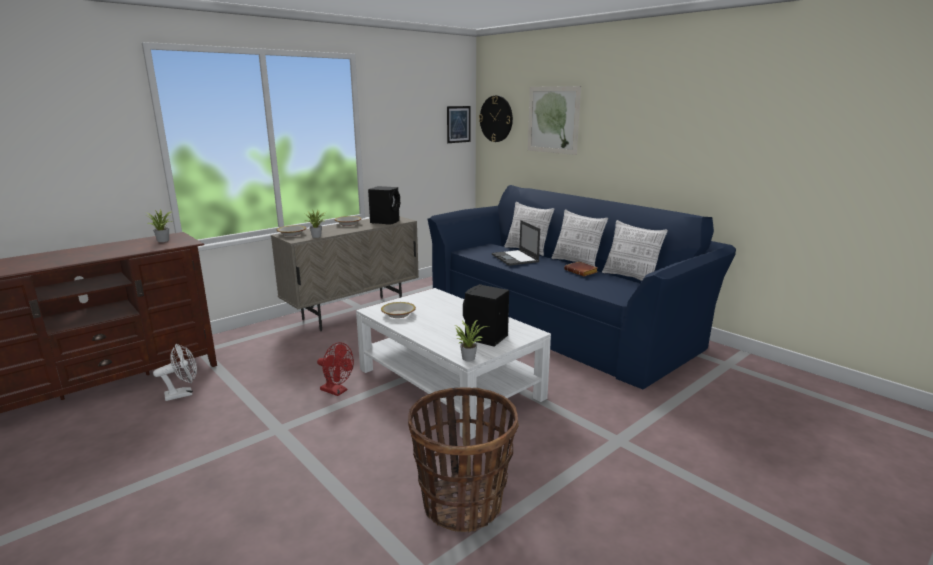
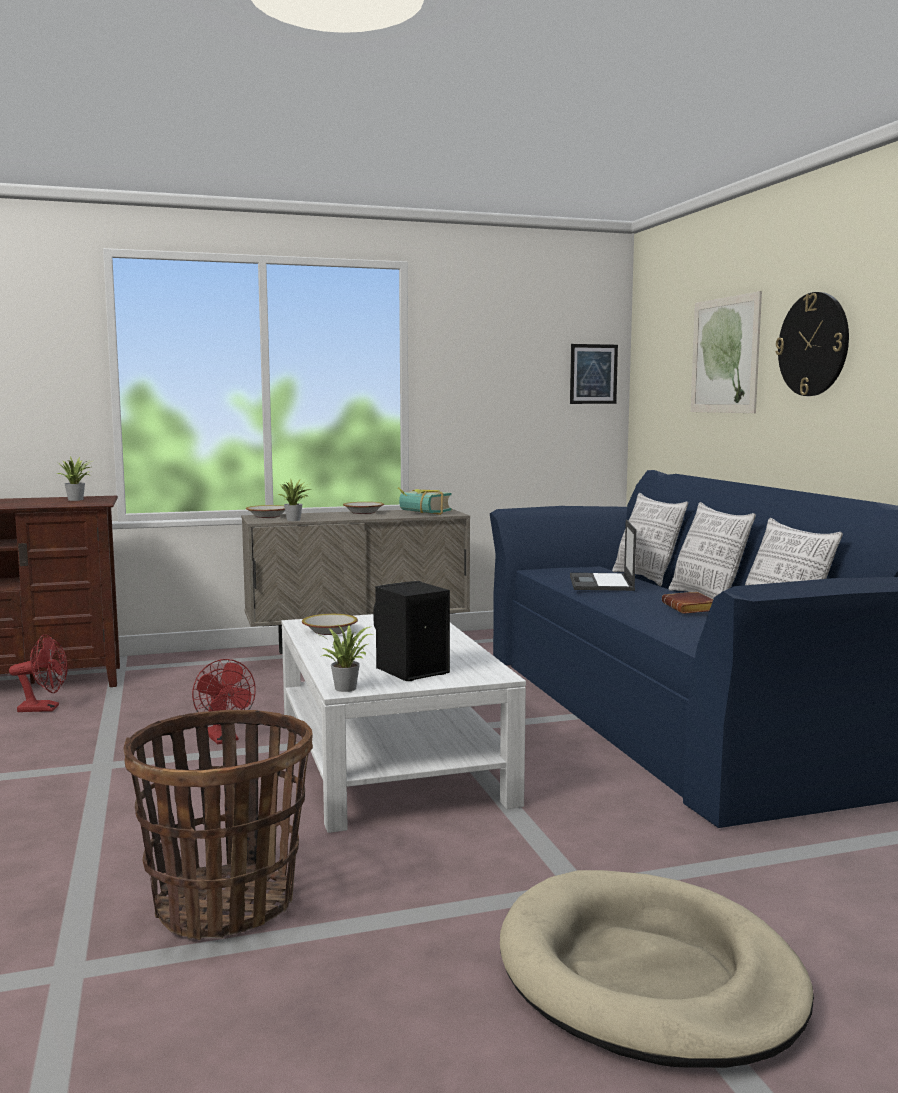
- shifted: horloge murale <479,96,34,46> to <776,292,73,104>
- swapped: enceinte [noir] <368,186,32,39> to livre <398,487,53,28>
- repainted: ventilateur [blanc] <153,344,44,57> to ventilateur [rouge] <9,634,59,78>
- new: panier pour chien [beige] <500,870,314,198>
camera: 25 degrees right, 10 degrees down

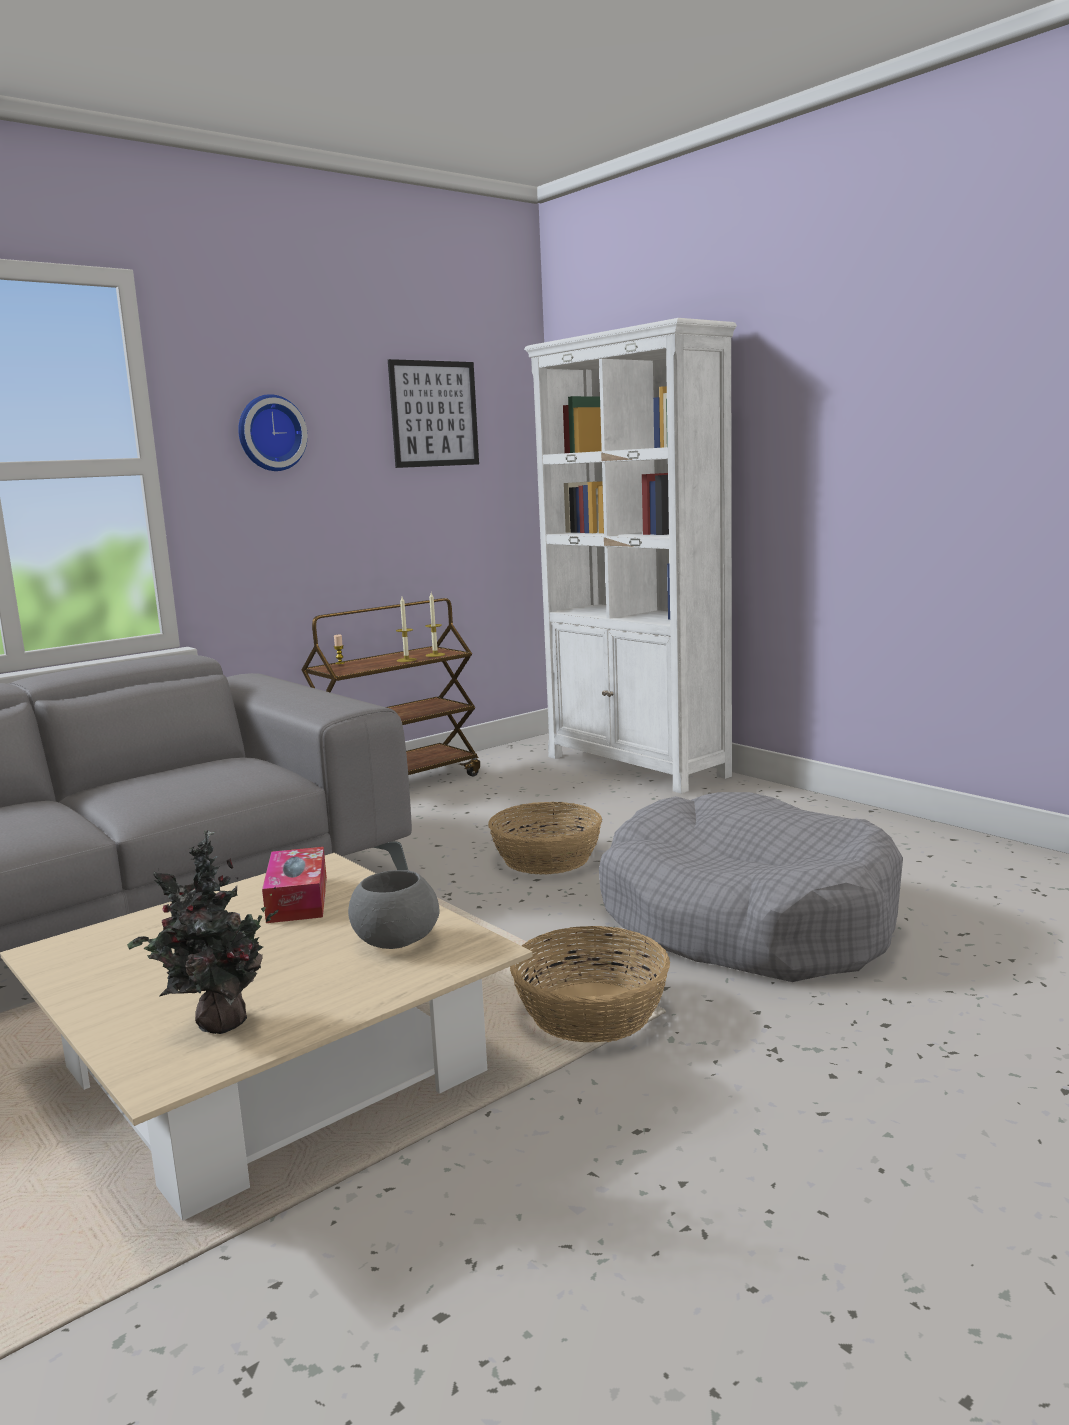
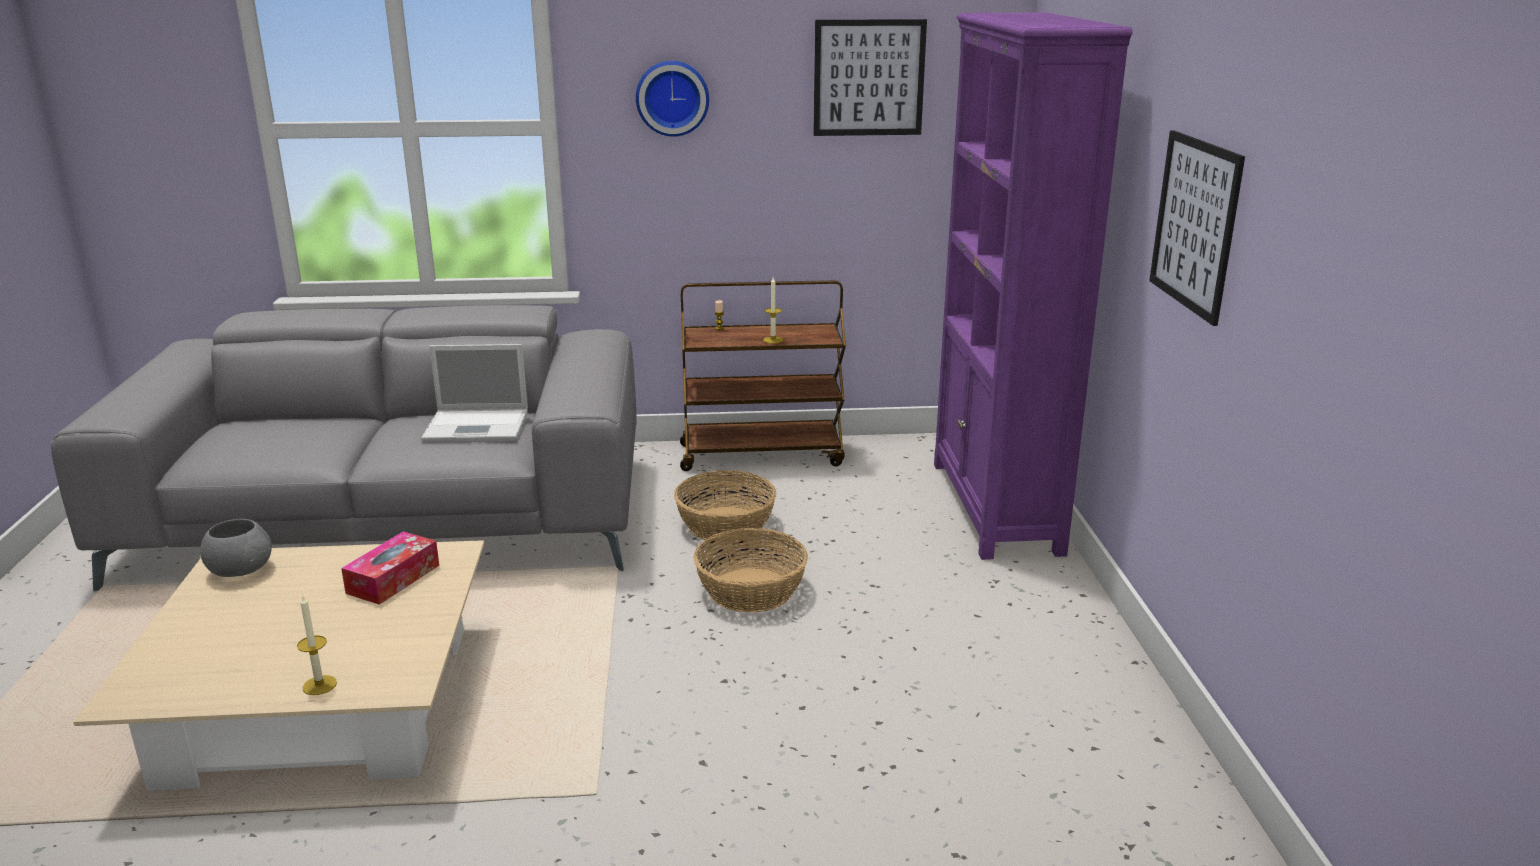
- repainted: bibliothèque [blanc] <524,318,213,476> to bibliothèque [violet] <934,13,199,547>
- shifted: bougie <425,593,20,64> to <297,596,40,99>
- gone: panier pour chien [gris] <599,792,304,190>
- gone: plante en pot <127,830,152,204>
- shifted: bol [gris] <348,870,92,79> to <200,519,72,58>
- shifted: panier <510,926,160,116> to <674,470,102,73>
- new: tableau <1149,130,96,196>
- new: ordinateur portable <421,344,107,98>
camera: 35 degrees right, 10 degrees up

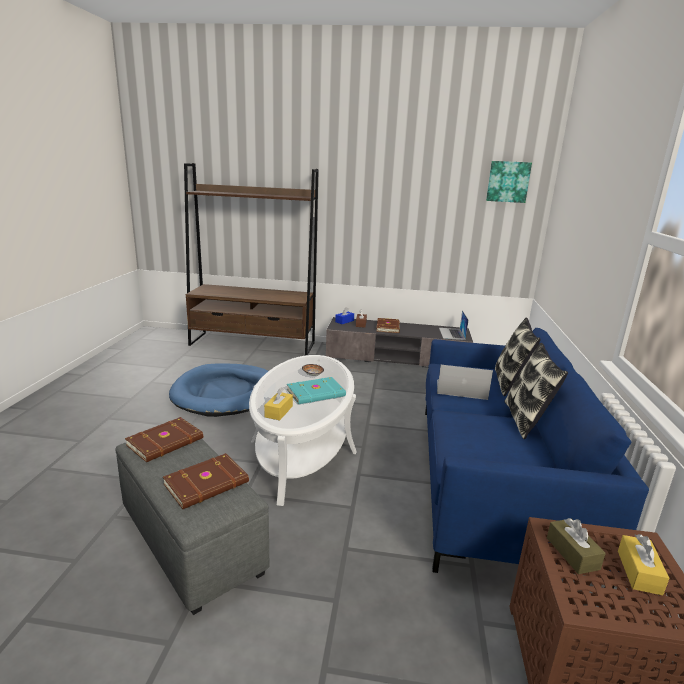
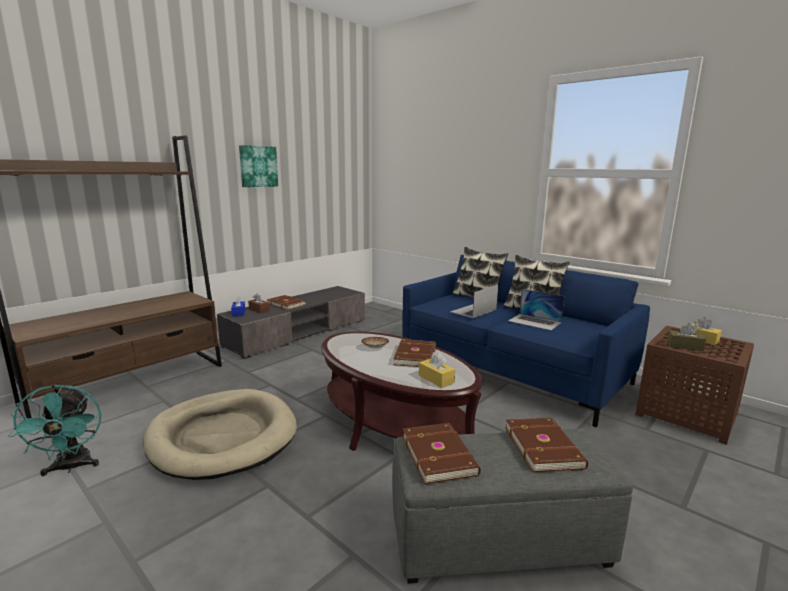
- shifted: tableau <486,161,46,42> to <239,145,39,42>
- shifted: ordinateur portable <439,310,29,30> to <509,289,55,41>
- repainted: table basse [blanc] <249,355,108,151> to table basse [marron] <321,332,162,119>
- repainted: panier pour chien [bleu] <169,363,99,54> to panier pour chien [beige] <143,389,154,91>
- repainted: livre [turquoise] <287,377,59,27> to livre [marron] <393,339,43,28>
- new: ventilateur [turquoise] <9,384,92,92>
camera: 55 degrees left, 5 degrees down

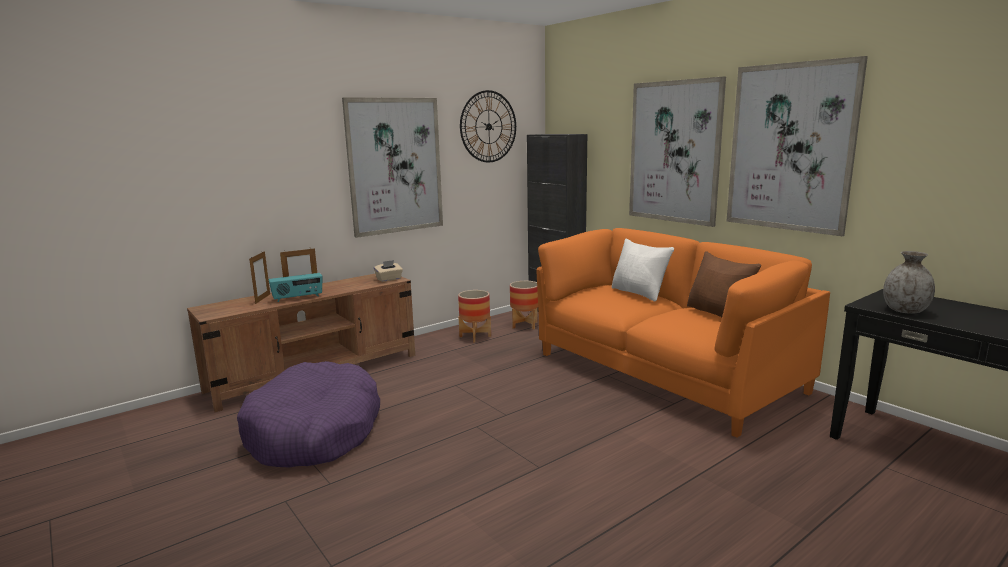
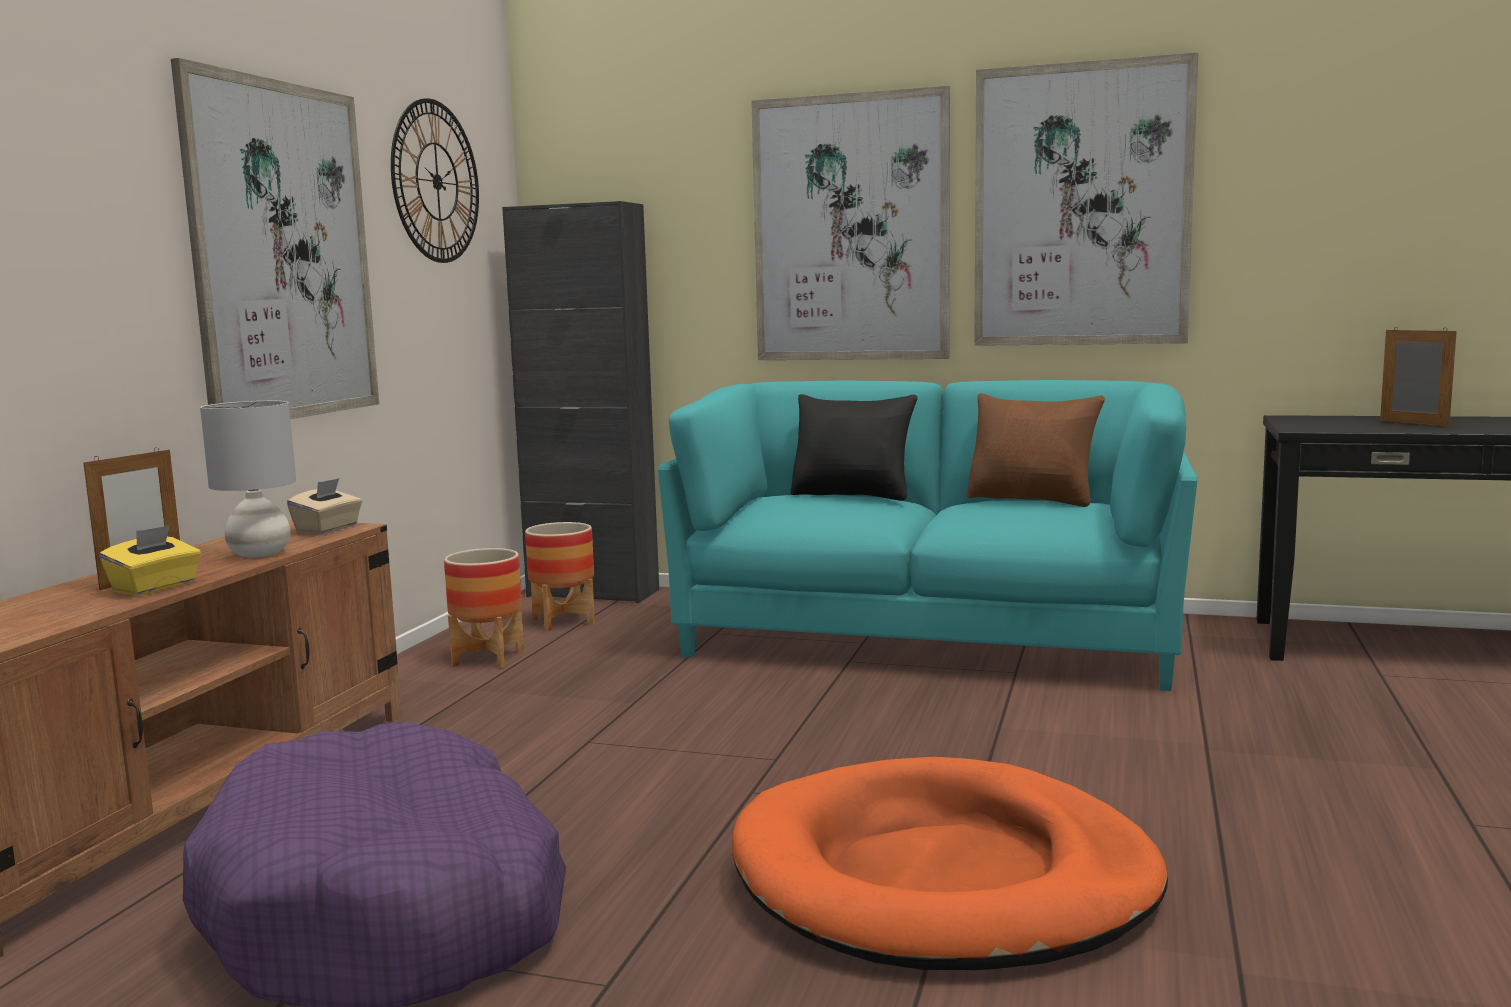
- repainted: canapé [orange] <536,228,294,210> to canapé [turquoise] <658,380,539,311>
- repainted: coussin [blanc] <612,238,62,63> to coussin [noir] <791,394,126,107>
- shifted: cadre photo <249,251,21,53> to <1380,327,77,100>
- gone: vase [gris] <883,251,52,63>
- swapped: radio <269,273,53,29> to boîte à mouchoirs [jaune] <99,525,102,71>
- new: lampe de table [gris] <200,401,96,157>
- new: panier pour chien [orange] <732,757,436,213>
camera: 35 degrees left, 5 degrees down

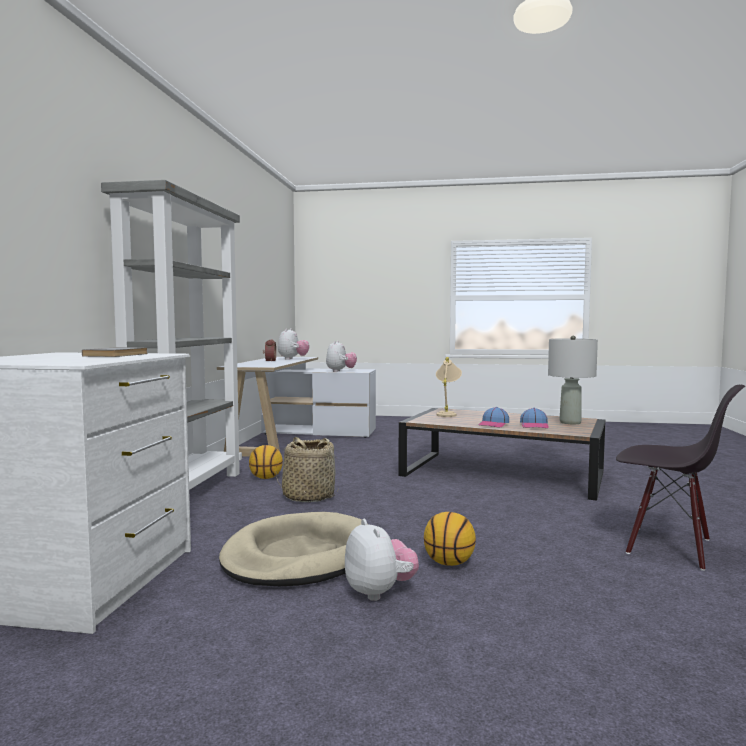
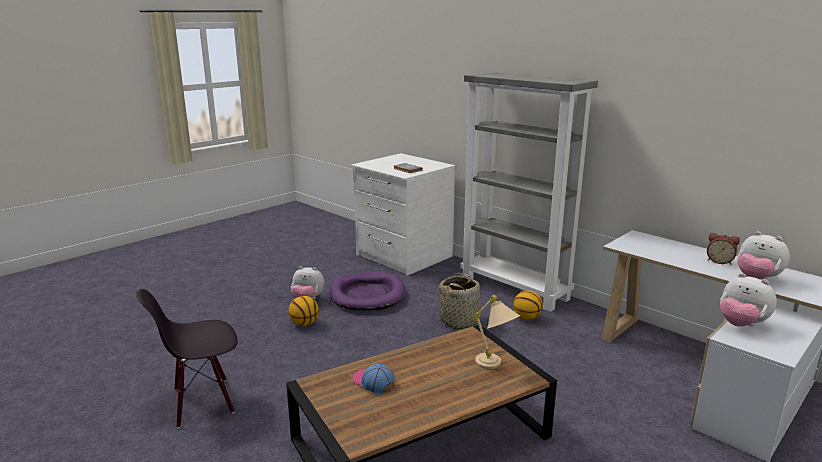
- gone: lampe de table [gris] <548,336,50,88>
- gone: casquette <478,407,31,20>
- repainted: panier pour chien [beige] <219,512,143,74> to panier pour chien [violet] <329,272,77,39>
camera: 125 degrees right, 15 degrees up

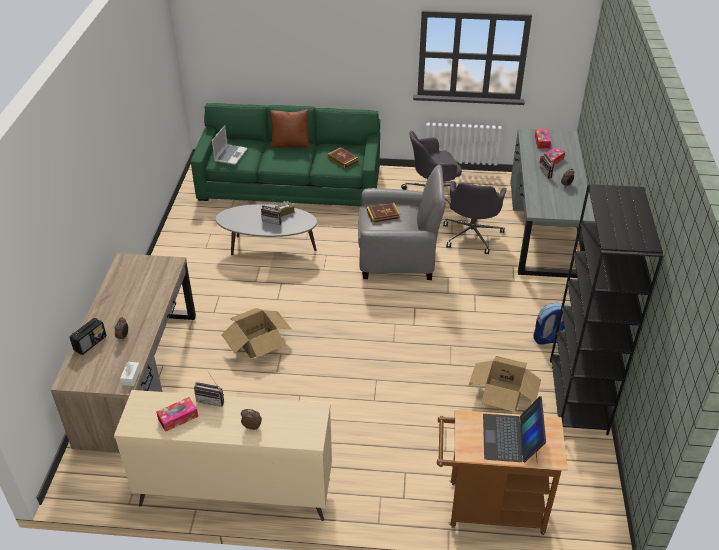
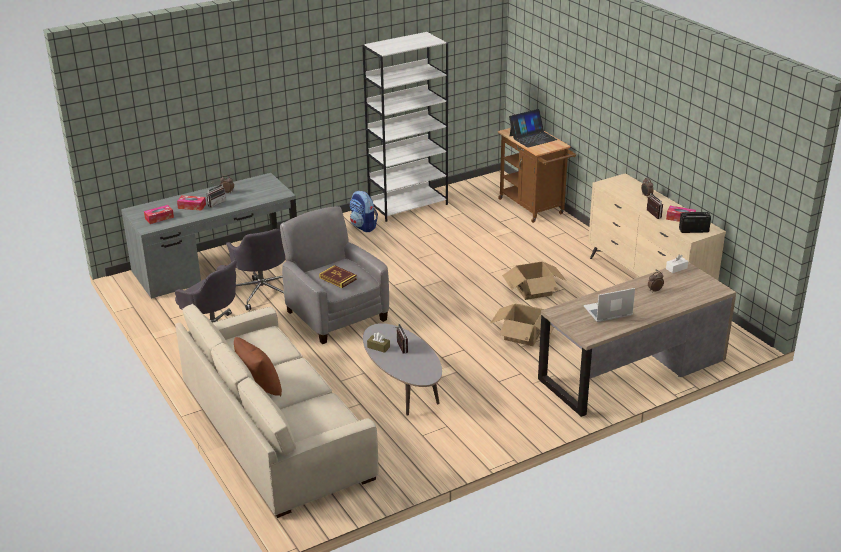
- repainted: canapé [vert] <191,103,189,104> to canapé [beige] <175,304,204,214>
- shifted: ordinateur portable <212,125,36,40> to <584,288,51,34>
- gone: livre <327,147,32,21>
- rotated: chaise de bureau [gris] <443,181,64,73> = <226,229,60,81> 90 degrees clockwise
- repainted: bibliothèque [noir] <550,184,113,251> to bibliothèque [blanc] <362,32,86,190>
- shifted: radio <70,318,37,37> to <679,212,32,21>
- shifted: carton <468,356,73,56> to <502,262,64,38>
camera: 125 degrees left, 10 degrees down

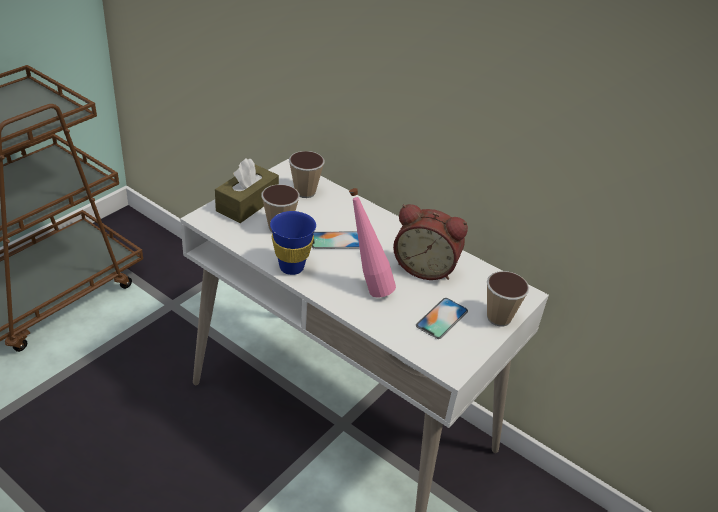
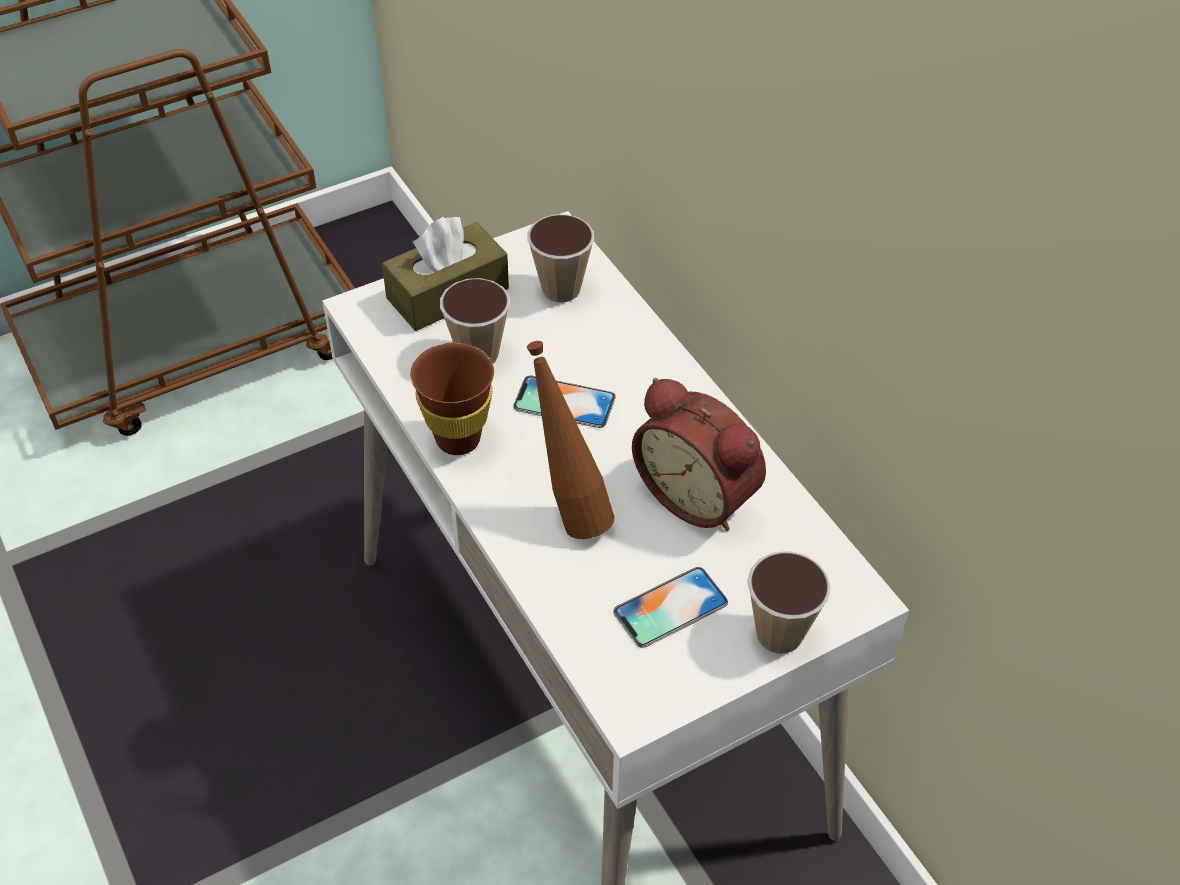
- repainted: bouteille [rose] <349,188,47,110> to bouteille [marron] <527,341,87,198>
- repainted: tasse [bleu] <270,211,46,64> to tasse [marron] <410,343,84,112>
camera: 25 degrees right, 10 degrees up

